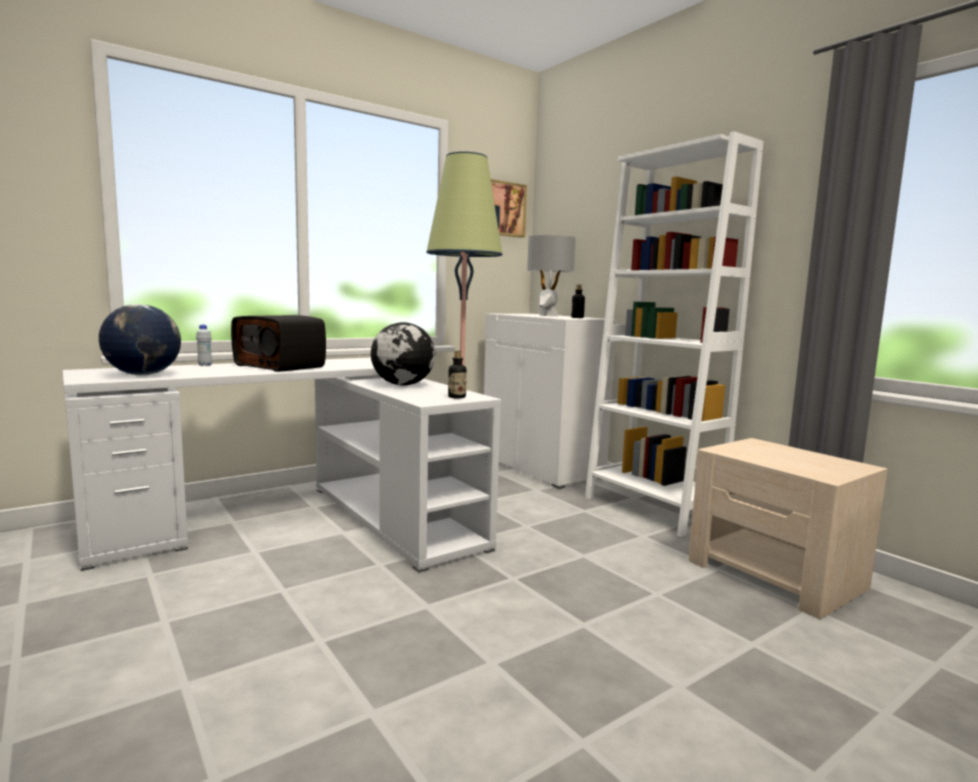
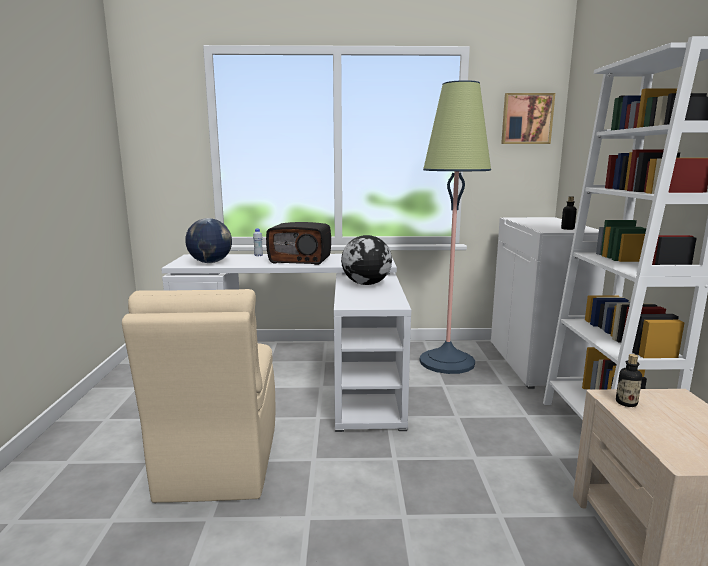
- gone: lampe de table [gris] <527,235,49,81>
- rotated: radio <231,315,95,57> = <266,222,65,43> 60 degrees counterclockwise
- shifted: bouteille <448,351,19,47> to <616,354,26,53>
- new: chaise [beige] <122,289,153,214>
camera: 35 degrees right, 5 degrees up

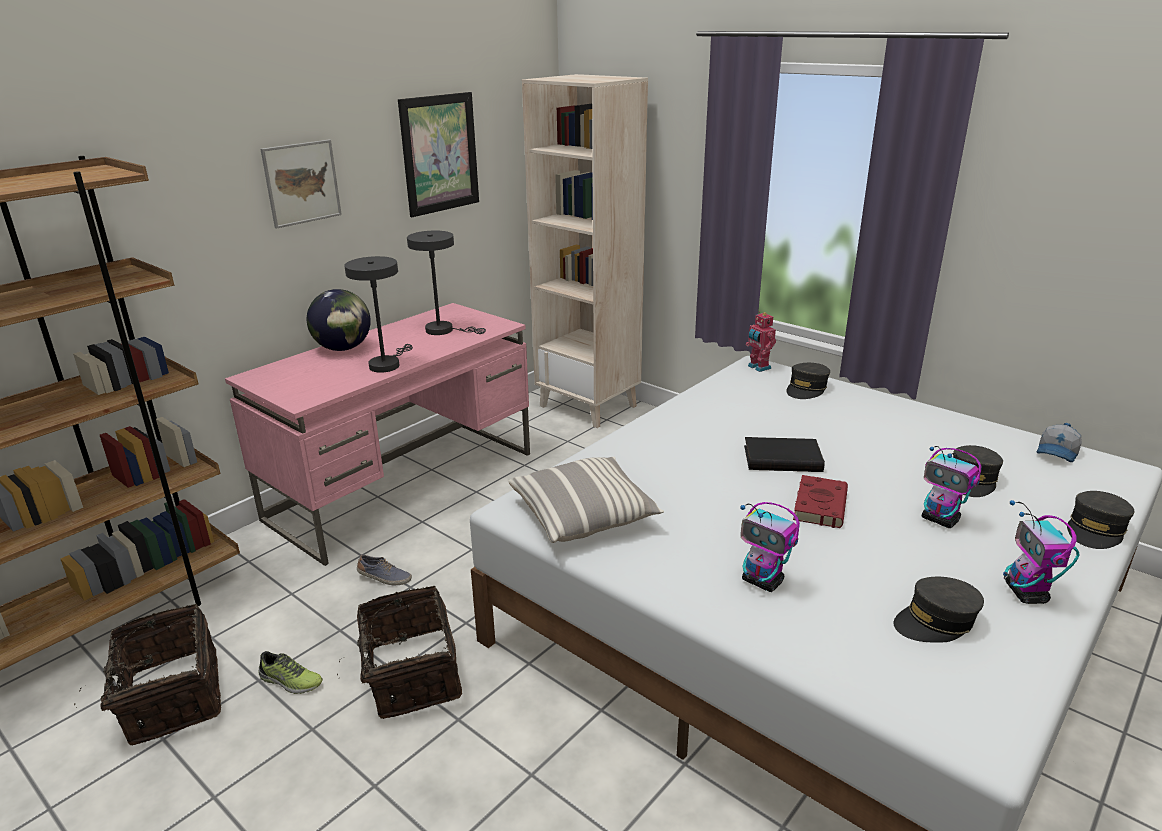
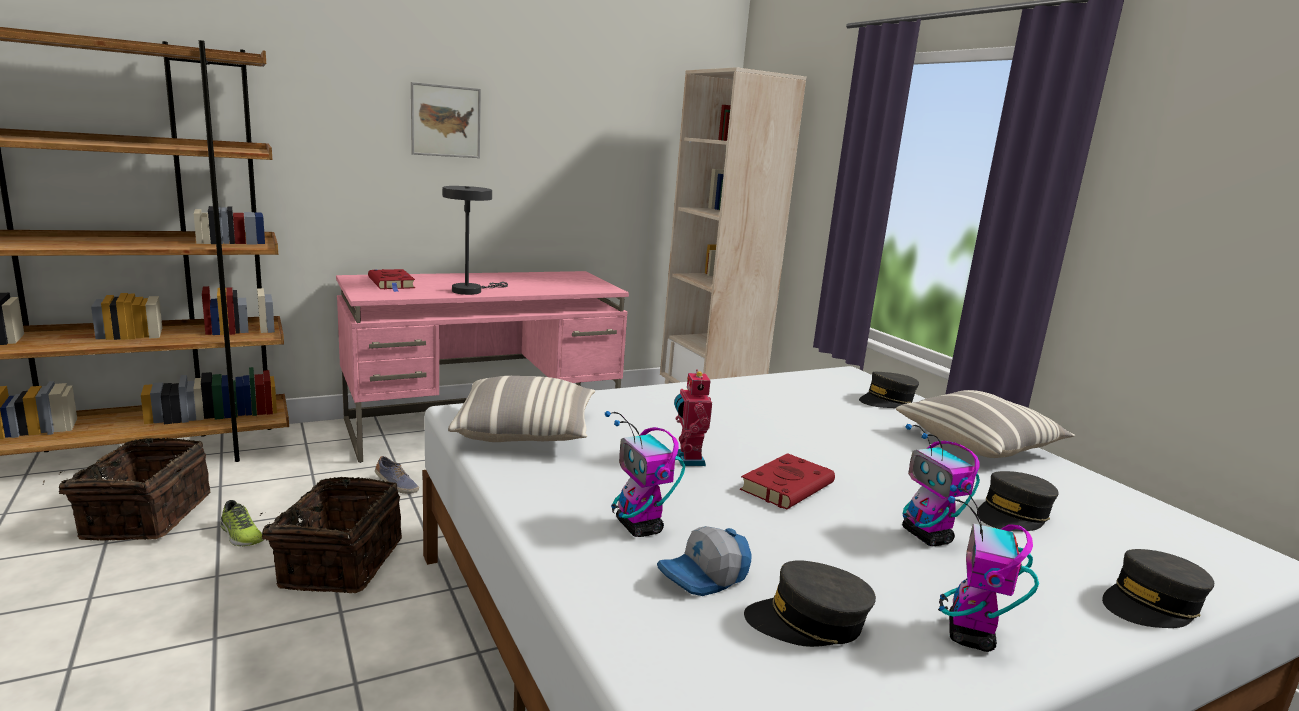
- gone: tableau <398,92,81,125>
- gone: lampe de table [gris] <407,231,79,104>
- gone: globe <307,289,64,62>
- shifted: robot jouet <746,311,30,61> to <674,369,38,97>
- shifted: casquette <1037,423,45,39> to <657,526,95,70>
- gone: livre [noir] <744,437,81,35>
- new: livre [rouge] <368,269,47,23>
- new: coussin <896,390,179,68>
camera: 20 degrees right, 10 degrees down

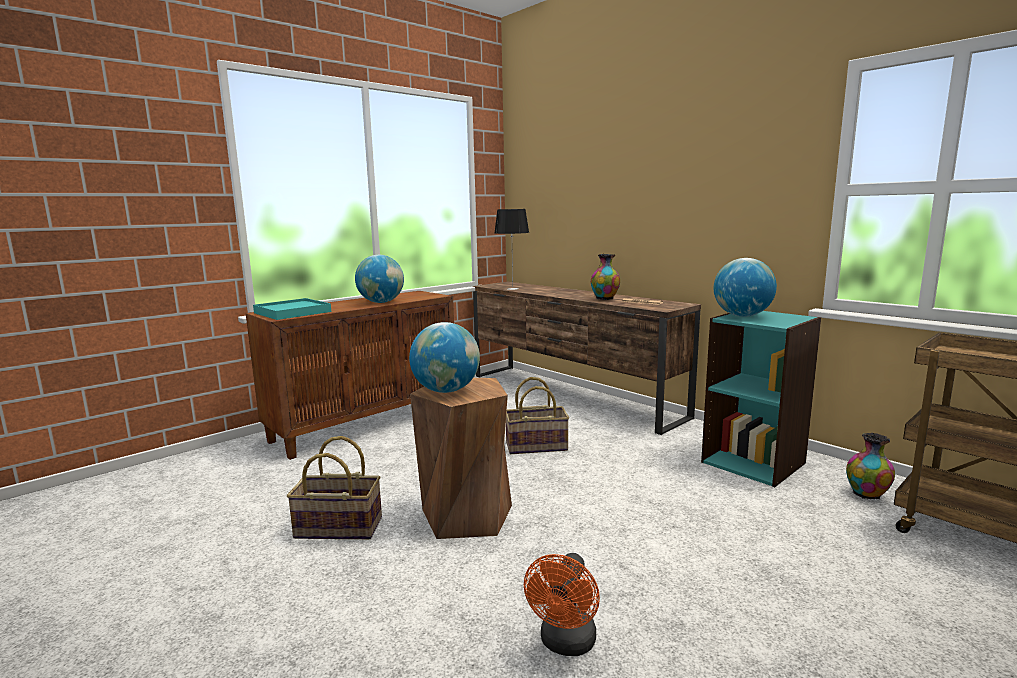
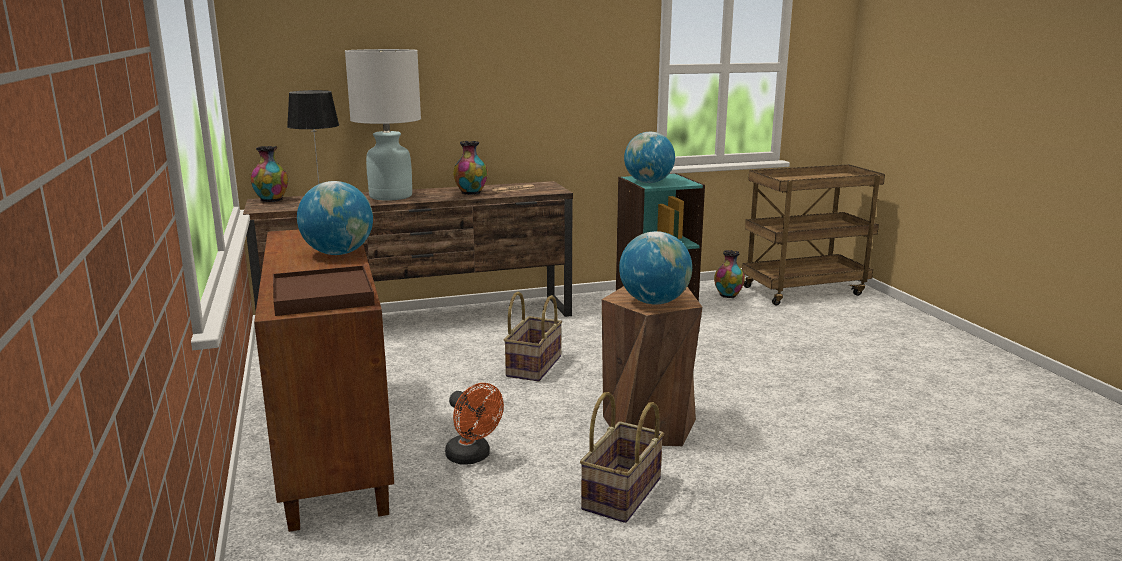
- repainted: plateau [turquoise] <253,298,78,22> to plateau [marron] <273,265,102,51>
- shifted: ventilateur [orange] <524,553,76,103> to <445,383,59,82>
- new: lampe de table [blanc] <345,49,76,152>
- new: vase <251,146,37,56>
camera: 65 degrees left, 5 degrees up

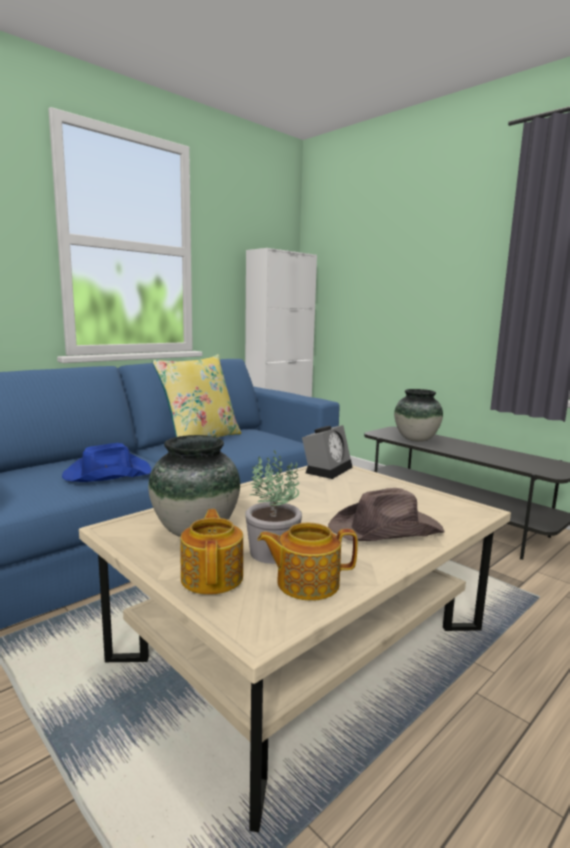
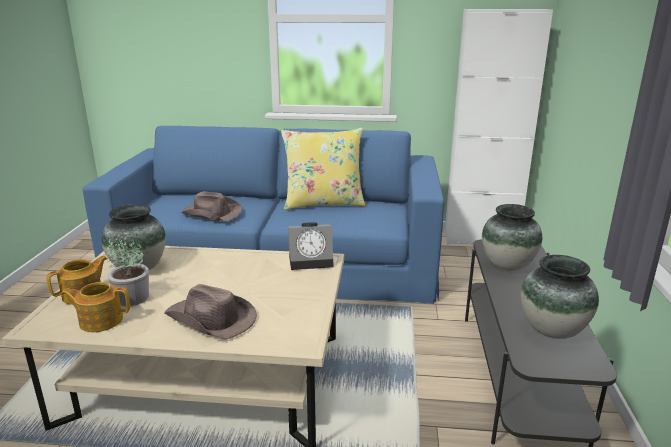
- repainted: chapeau [bleu] <62,443,89,39> to chapeau [marron] <181,191,62,30>
- rotated: théière <257,522,101,79> = <61,282,69,50> 45 degrees counterclockwise
- new: vase <521,255,78,84>
camera: 50 degrees right, 10 degrees up

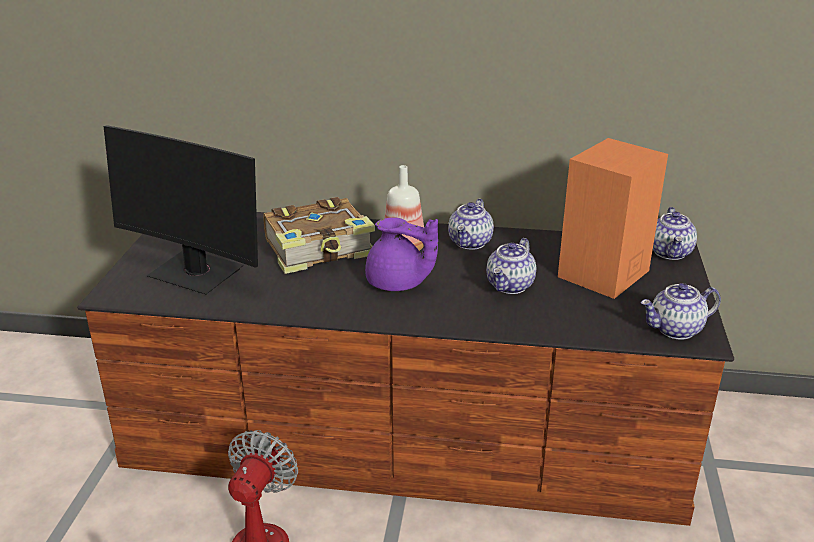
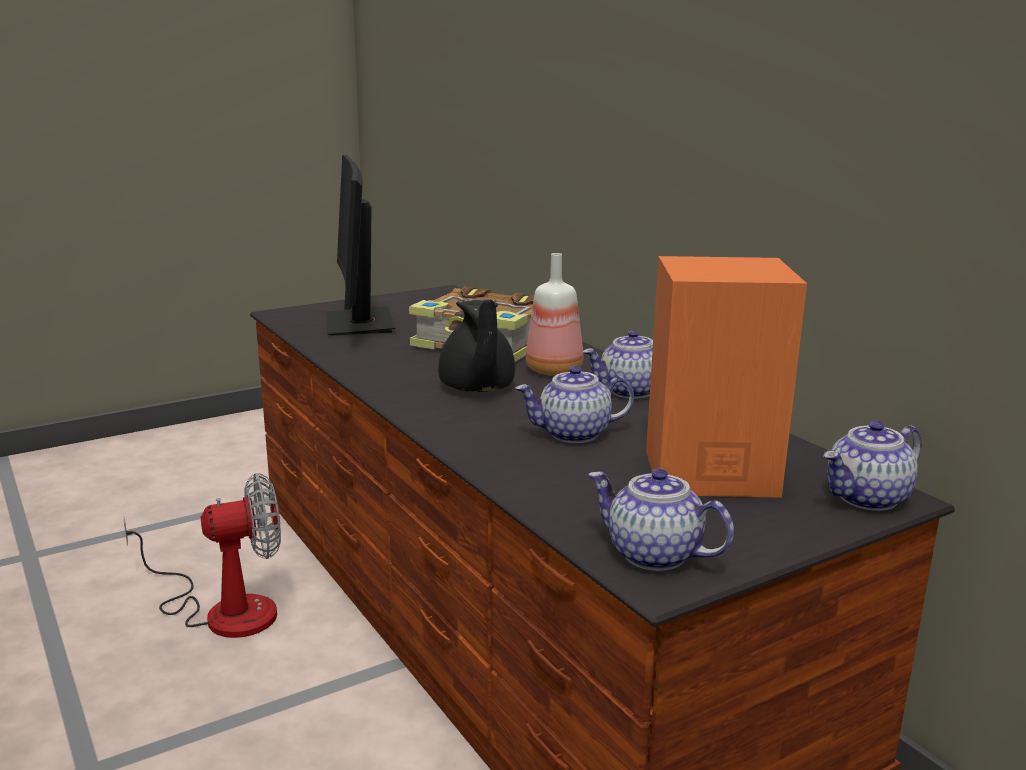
- repainted: théière [violet] <365,217,73,74> to théière [noir] <438,299,77,93>
camera: 50 degrees right, 10 degrees down

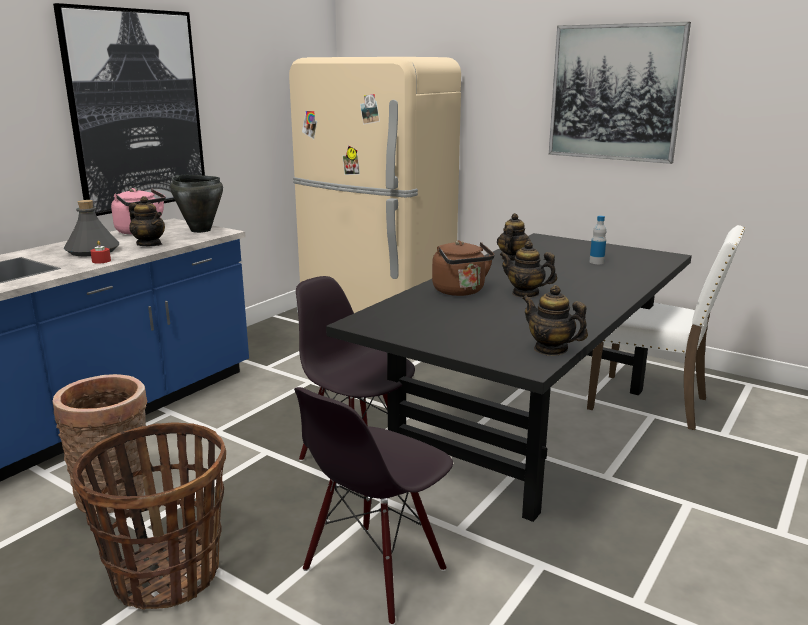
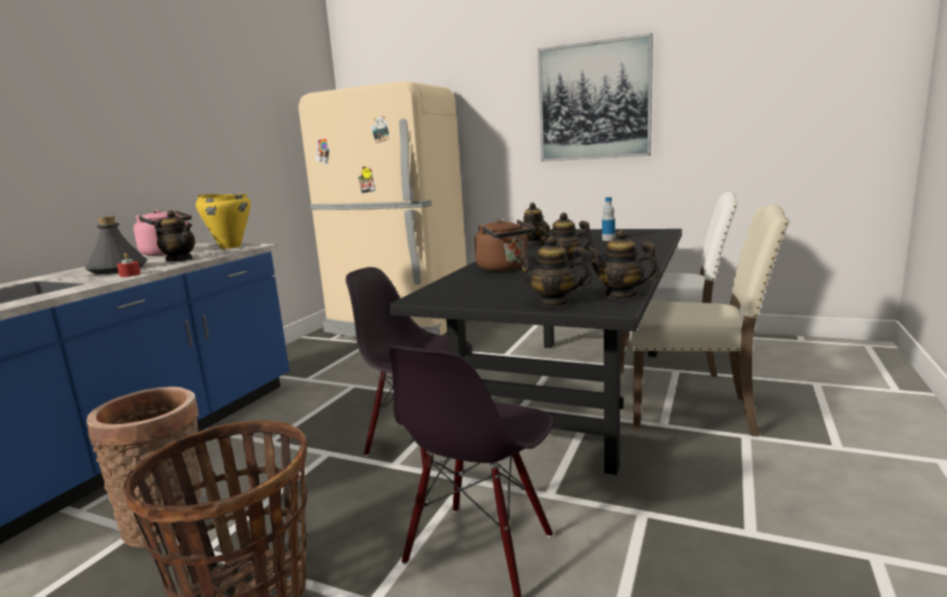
- gone: tableau <53,3,152,213>
- repainted: marmite [noir] <170,175,53,58> to marmite [jaune] <196,193,55,56>
- new: chaise [beige] <631,204,159,233>
- new: théière <516,236,76,71>
camera: 10 degrees left, 5 degrees down

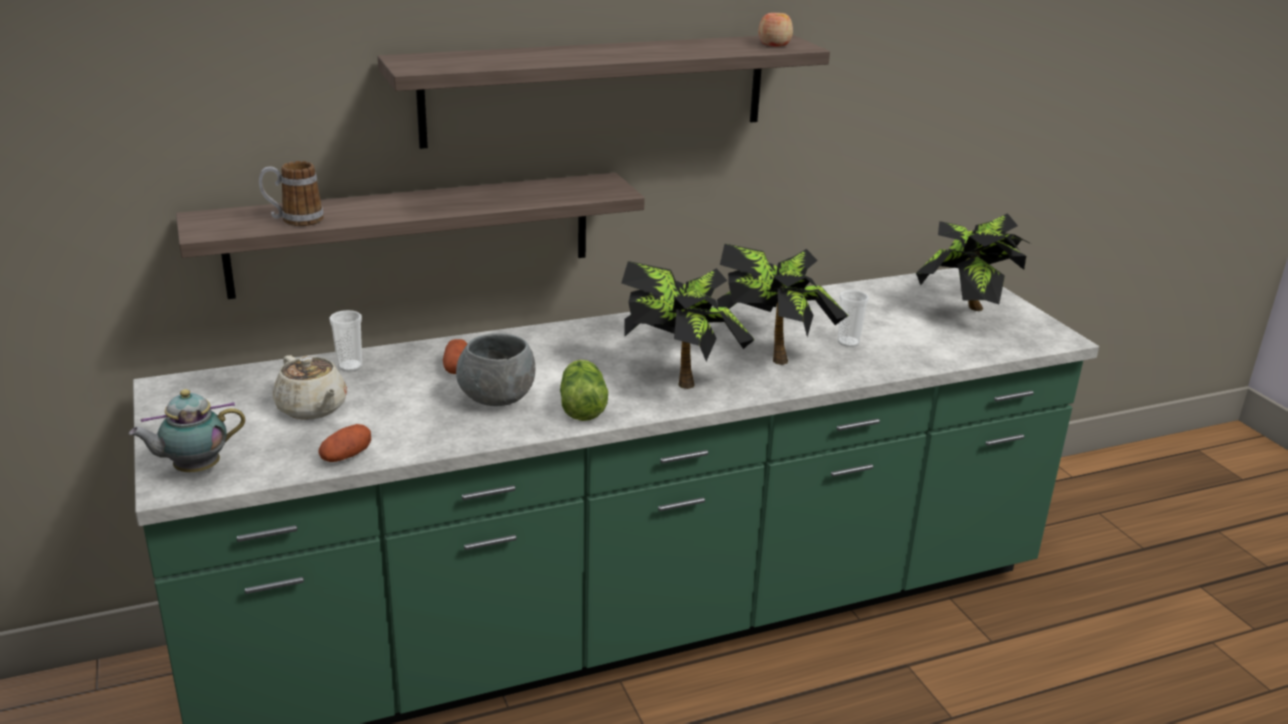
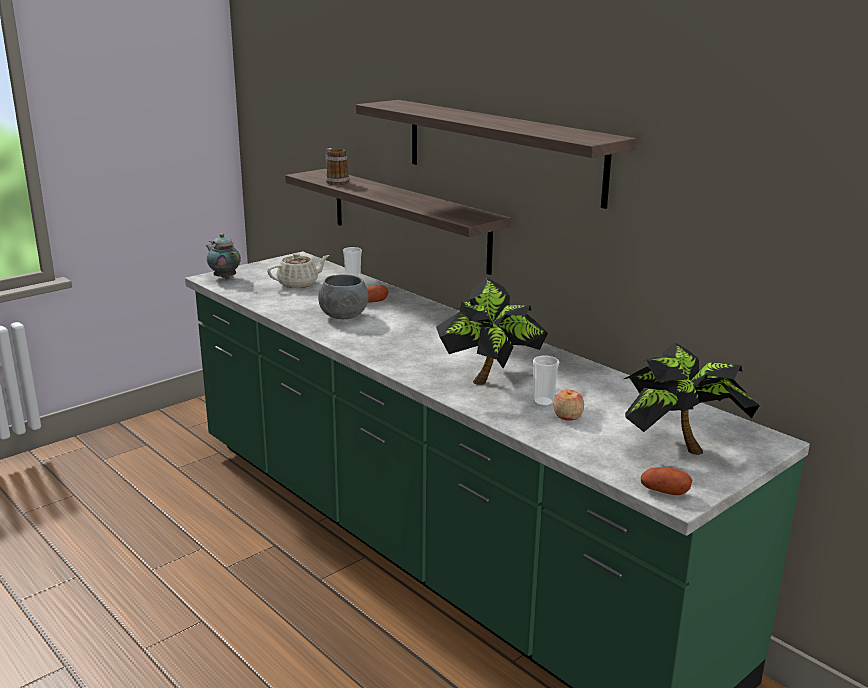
- shifted: pomme <758,13,35,34> to <554,389,30,32>
- gone: plante en pot <621,261,134,128>
- rotated: théière [beige] <272,355,75,65> = <267,253,62,35> 150 degrees counterclockwise
- gone: laitue <560,360,48,61>
- shifted: pomme de terre <318,424,53,38> to <641,467,51,28>
camera: 70 degrees right, 5 degrees down

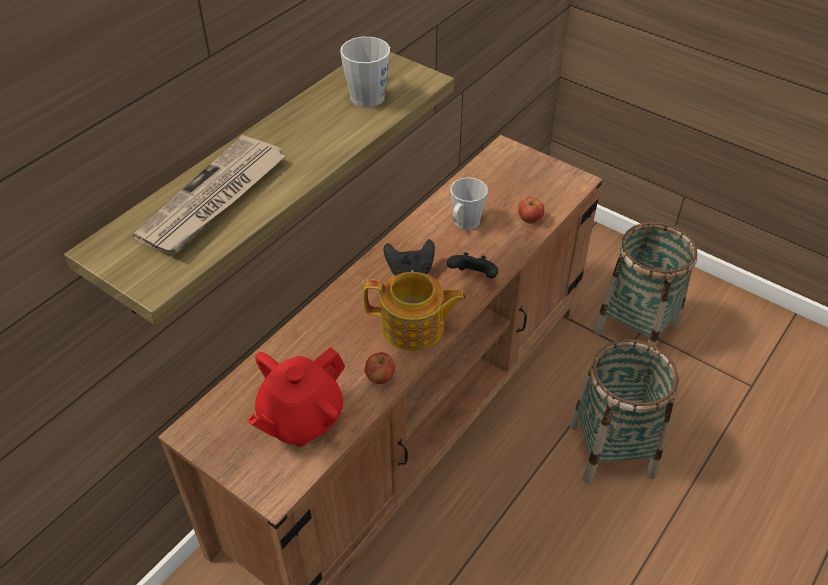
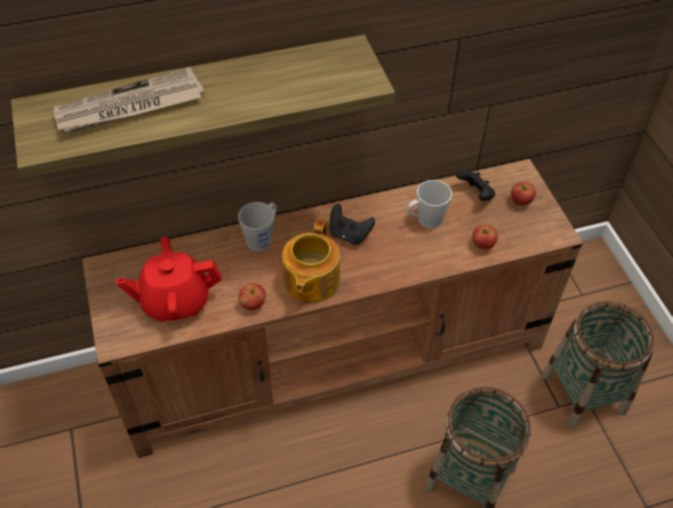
- shifted: mug [gris] <340,37,50,71> to <238,202,39,49>
- shifted: manette [noir] <447,252,51,27> to <456,169,39,32>
- rotated: théière <363,272,104,79> = <282,218,58,85> 60 degrees clockwise
- new: pomme <511,182,25,24>
camera: 35 degrees right, 5 degrees up

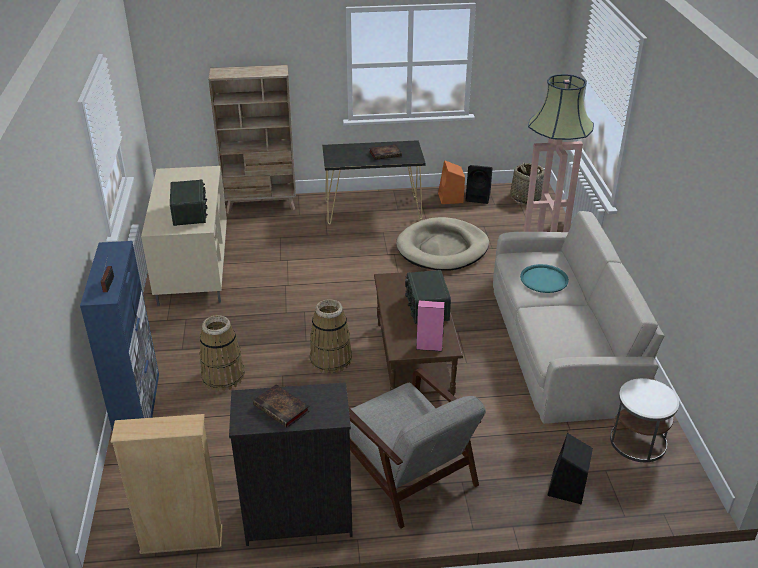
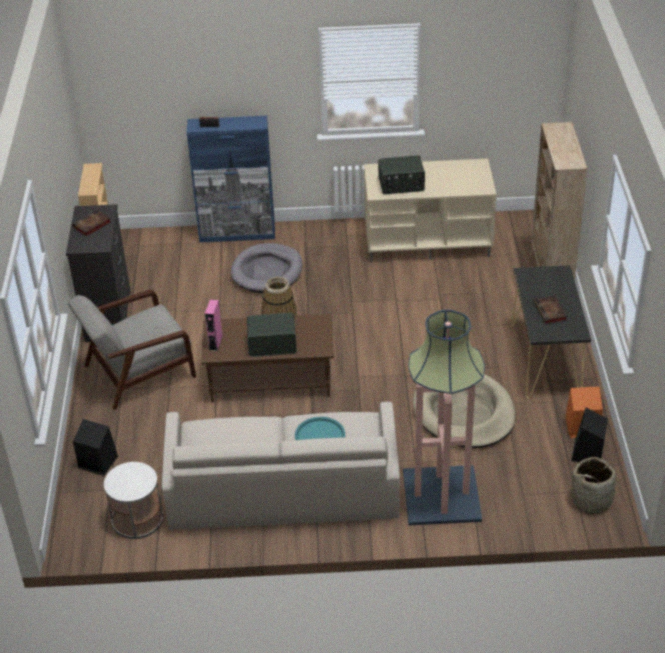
- swapped: panier <199,315,46,76> to panier pour chien [gris] <231,243,72,50>
camera: 95 degrees right, 5 degrees up

